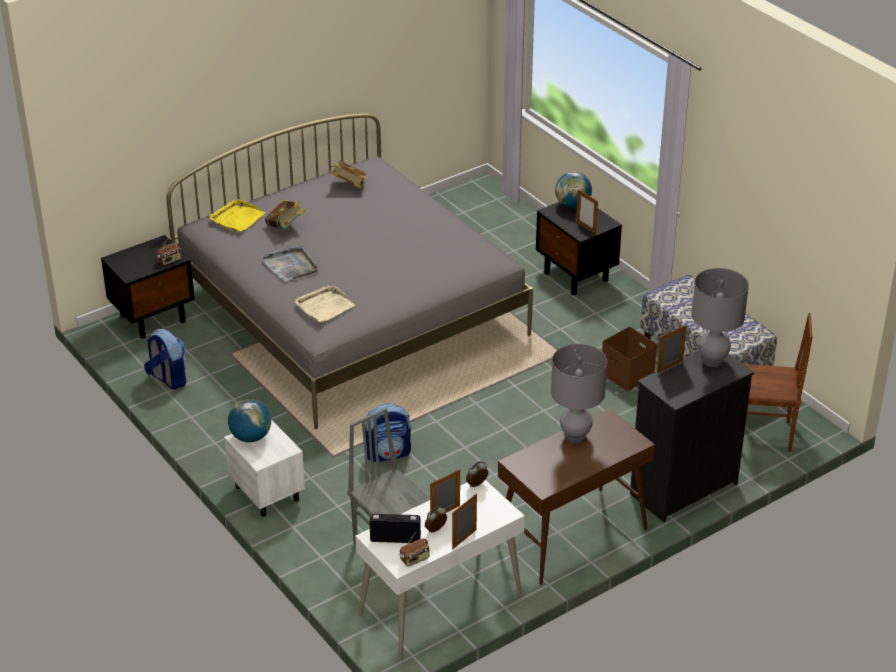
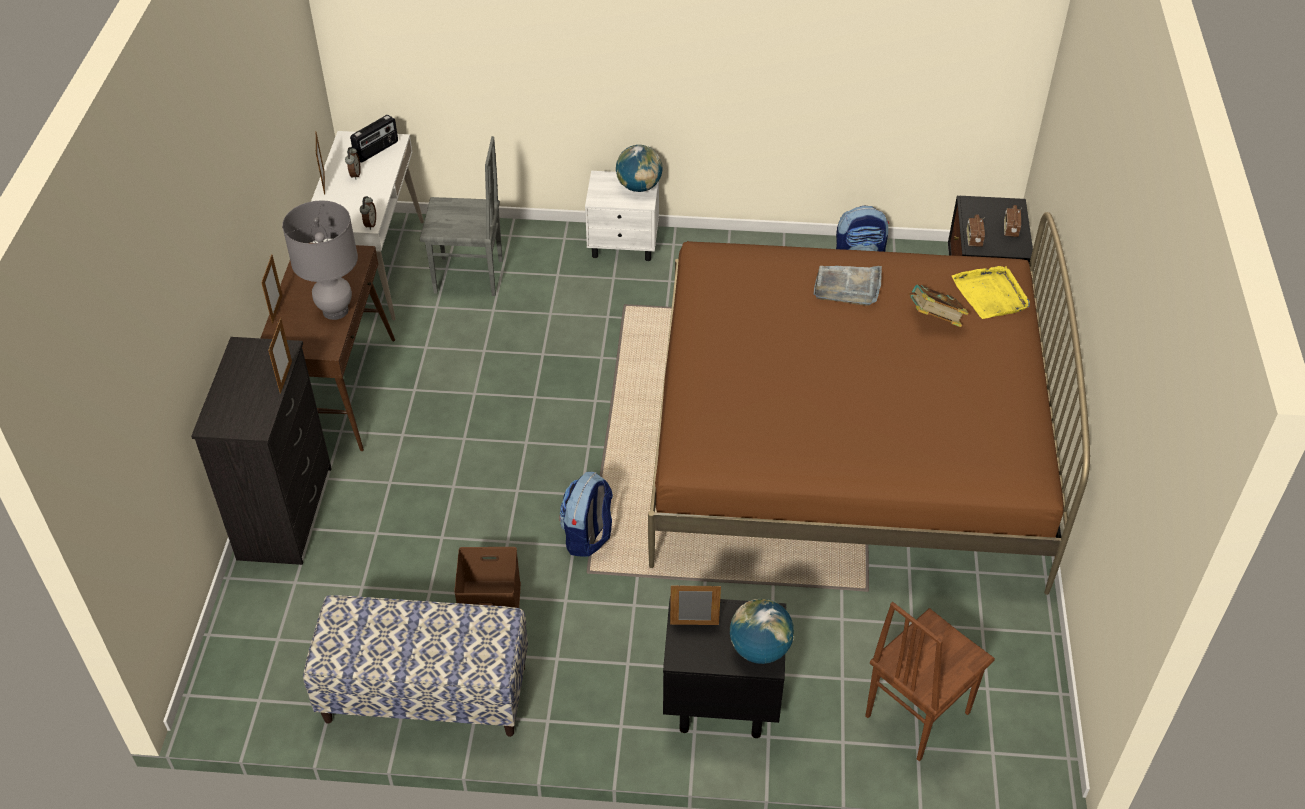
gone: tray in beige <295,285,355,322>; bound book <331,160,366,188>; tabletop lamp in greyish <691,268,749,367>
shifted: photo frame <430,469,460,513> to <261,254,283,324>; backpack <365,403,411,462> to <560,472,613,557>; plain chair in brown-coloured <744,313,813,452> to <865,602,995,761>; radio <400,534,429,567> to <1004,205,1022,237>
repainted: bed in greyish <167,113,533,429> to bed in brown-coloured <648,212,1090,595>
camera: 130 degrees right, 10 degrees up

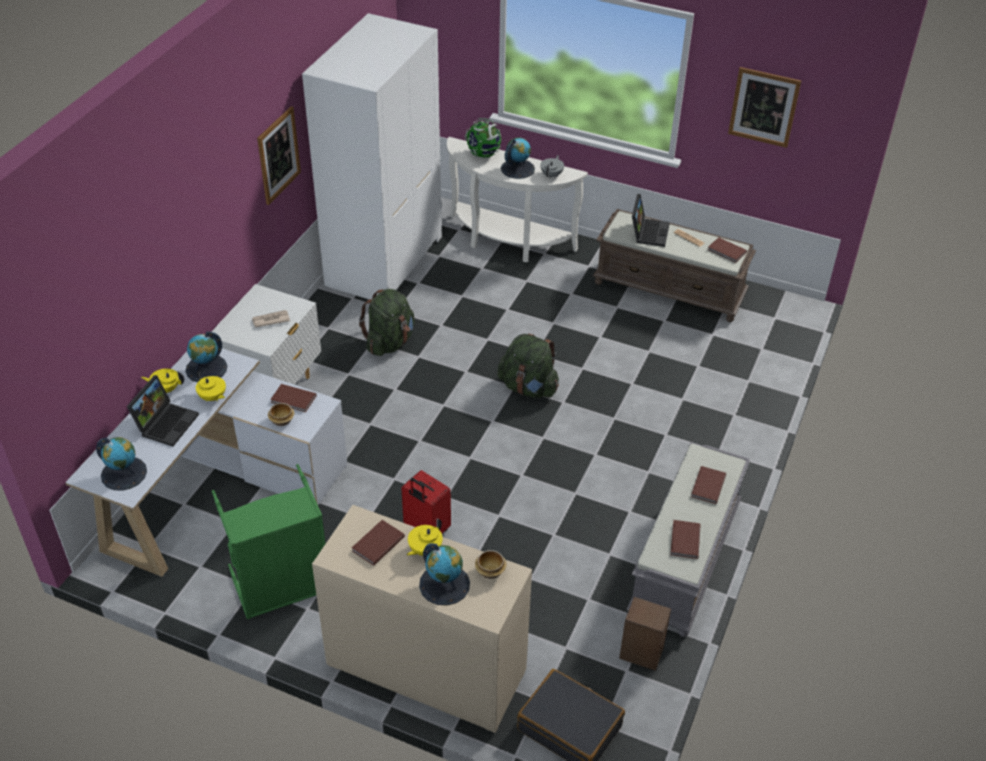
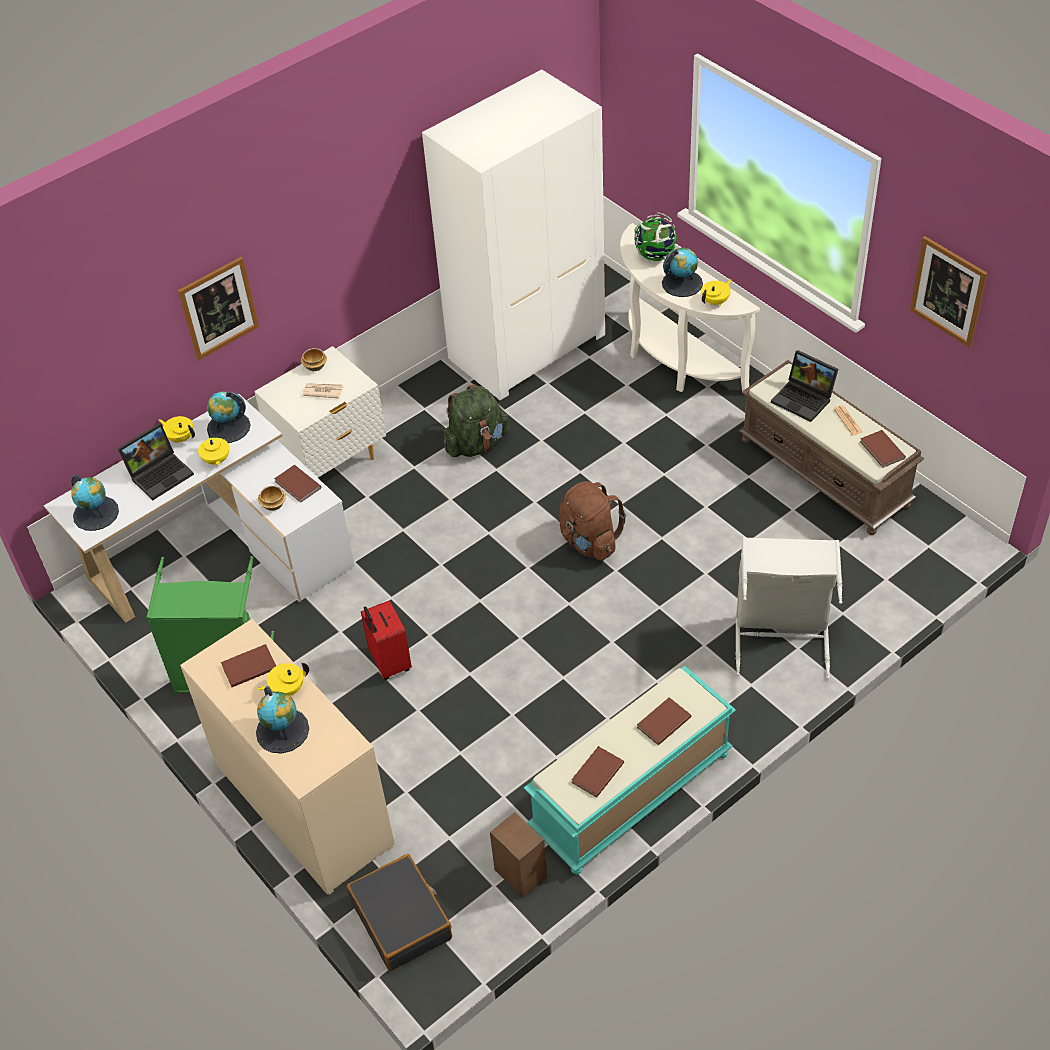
new: laundry basket in greyish <735,537,842,679>
shifted: wall art <257,106,301,205> to <178,257,259,361>; deep dish <475,550,506,579> to <301,348,327,371>
repainted: indoor bench in greyish <627,442,750,637> to indoor bench in turquoise-coloured <524,666,736,875>; backpack in green <498,333,559,398> to backpack in brown-coloured <559,481,626,561>; teapot in greyish <540,155,564,178> to teapot in yellow-coloured <701,279,732,305>
rotated: notebook computer <632,194,670,247> = <771,350,838,422> 90 degrees clockwise
camera: 30 degrees right, 5 degrees up

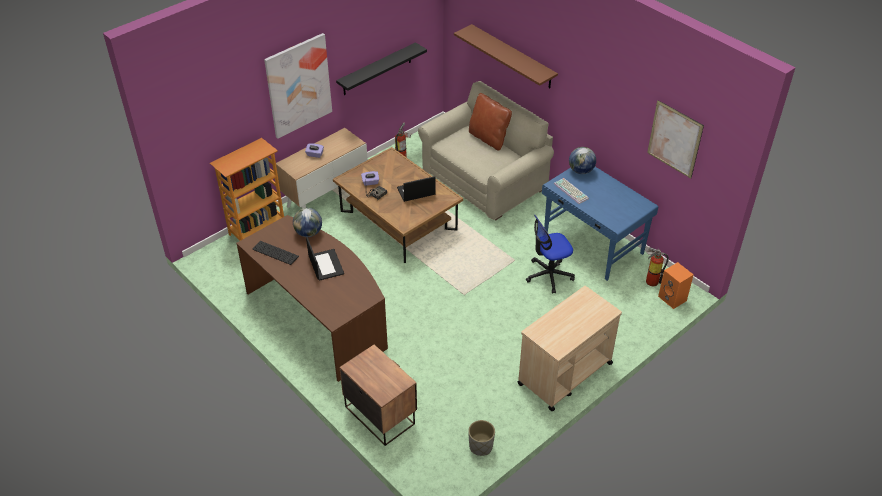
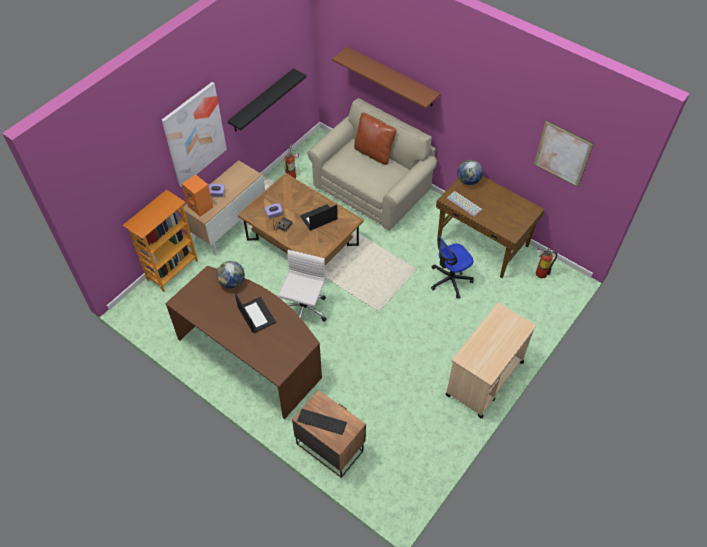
gone: flower pot in greyish <468,420,495,456>
new: desk chair in white-coloured <278,250,327,322>
shifted: loudspeaker in orange-coloured <658,262,694,309> to <182,174,213,217>; PC keyboard <253,241,299,265> to <297,409,347,435>
repainted: desk table in blue-coloured <542,167,658,281> to desk table in brown-coloured <436,176,545,278>
camera: 10 degrees left, 10 degrees up

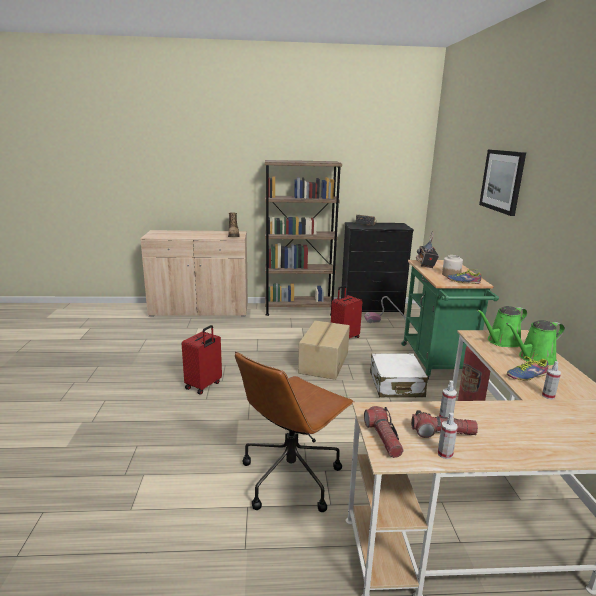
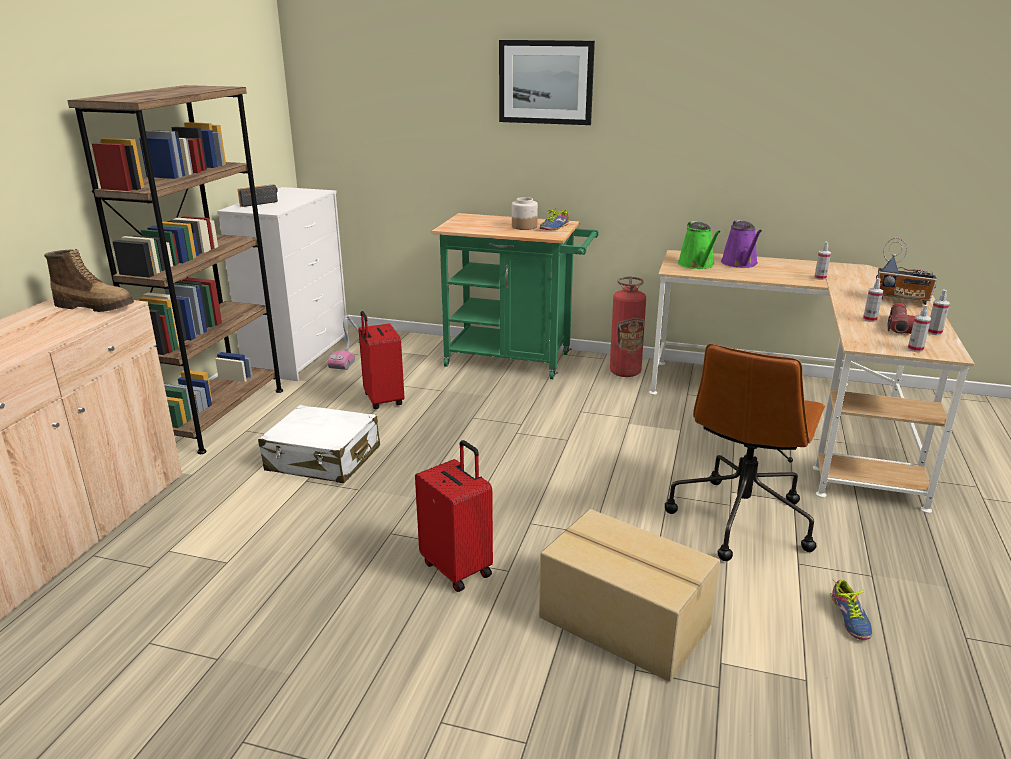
shifted: travel case in white-coloured <370,353,428,397> to <258,405,380,483>; packing box <298,320,350,380> to <539,509,720,682>; low shoe <507,354,549,381> to <830,580,872,640>; radio <416,231,439,268> to <876,238,937,305>
swapped: flashlight <364,406,404,458> to sprayer <908,305,931,352>
repainted: dresser in blackish <341,222,414,316> to dresser in white-coloured <217,187,349,381>; watering can in green <506,320,565,365> to watering can in purple-coloured <721,220,762,268>
rotated: desk chair in brown-coloured <235,352,354,512> = <665,344,825,561> 60 degrees clockwise
camera: 70 degrees left, 5 degrees up

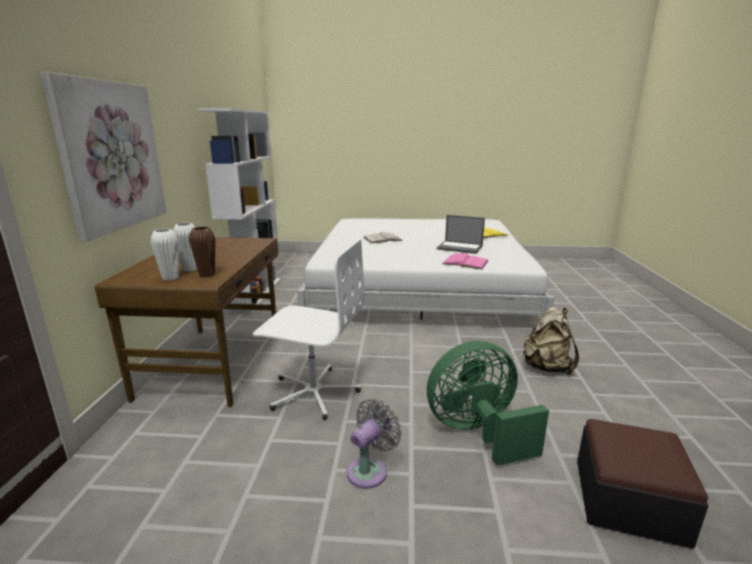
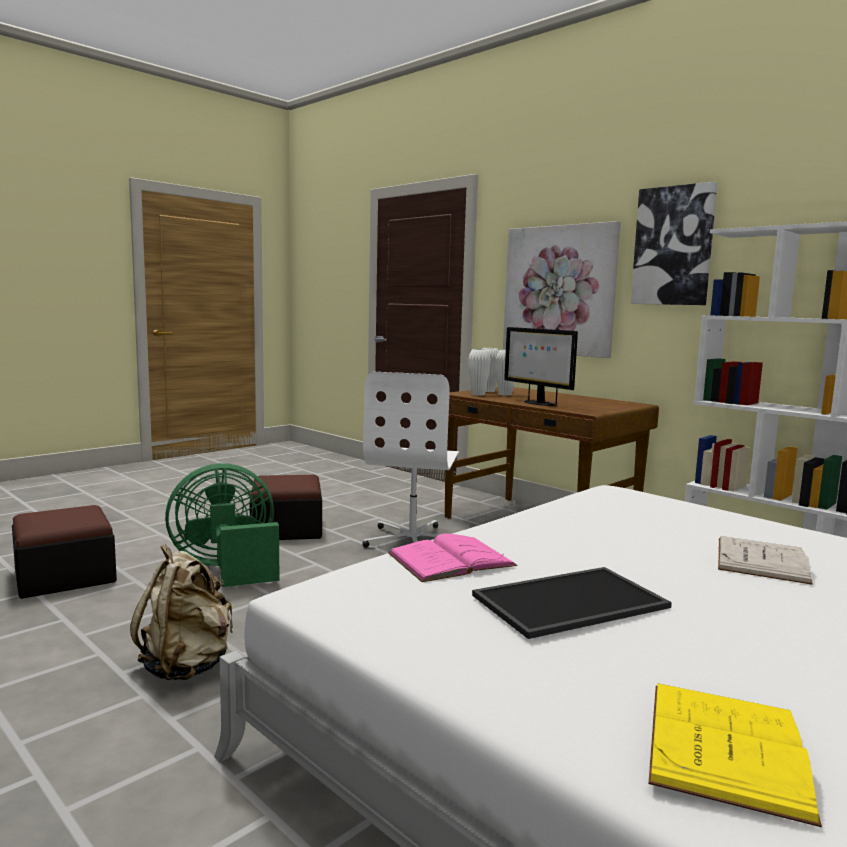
new: monitor <504,327,578,406>; wall art <630,181,717,305>
swapped: fan in greyish <347,399,402,489> to pouffe <250,475,322,540>; notebook computer <437,215,485,254> to tray <472,567,672,639>
repainted: vase in brown-coloured <189,227,215,277> to vase in white-coloured <468,349,491,396>
rotated: fan in green <427,341,549,465> = <165,463,280,587> 135 degrees counterclockwise; desk chair in white-coloured <253,239,365,420> = <363,371,459,548> 45 degrees counterclockwise
camera: 130 degrees right, 10 degrees down

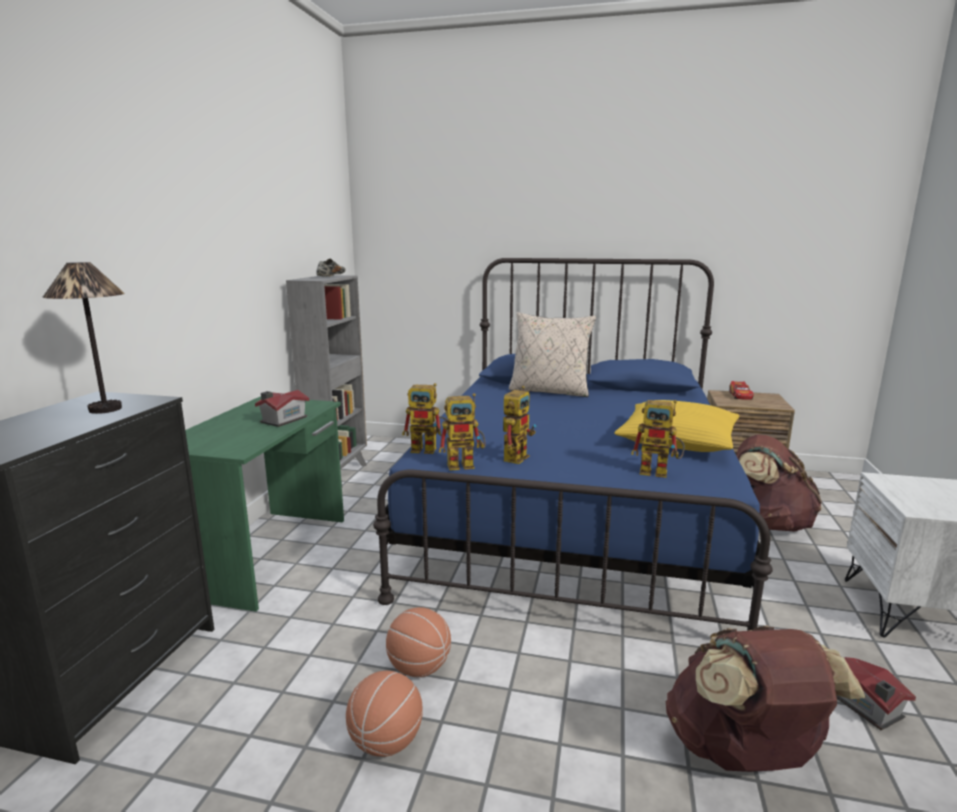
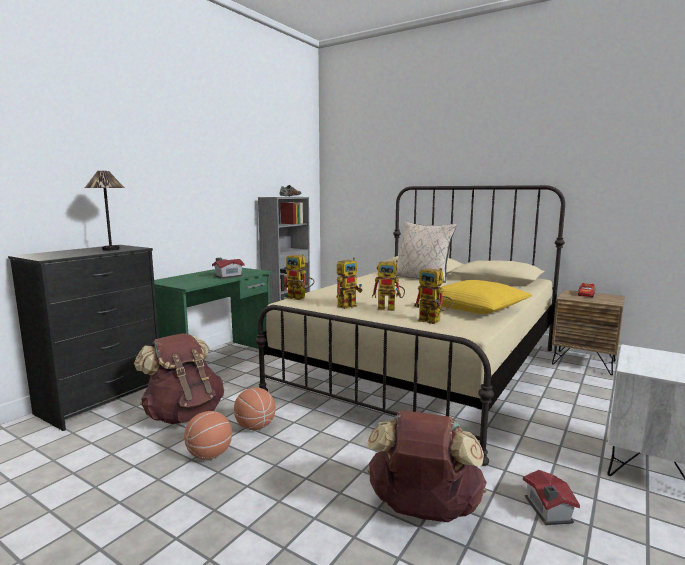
shifted: backpack in brown-coloured <737,434,822,532> to <134,333,224,424>; model robot <439,393,486,470> to <372,260,405,311>
repainted: bed in blue-coloured <373,258,773,631> to bed in beige <255,185,565,466>
camera: 20 degrees right, 5 degrees down

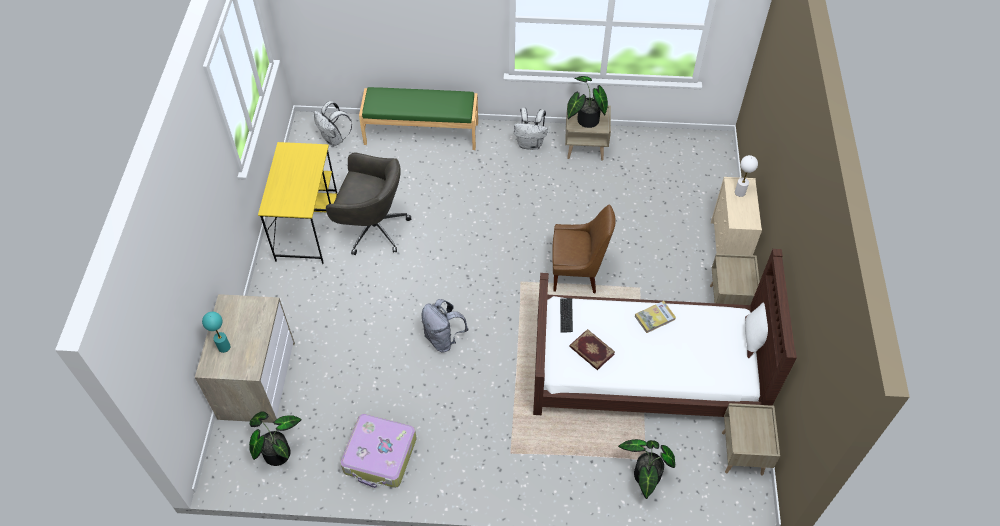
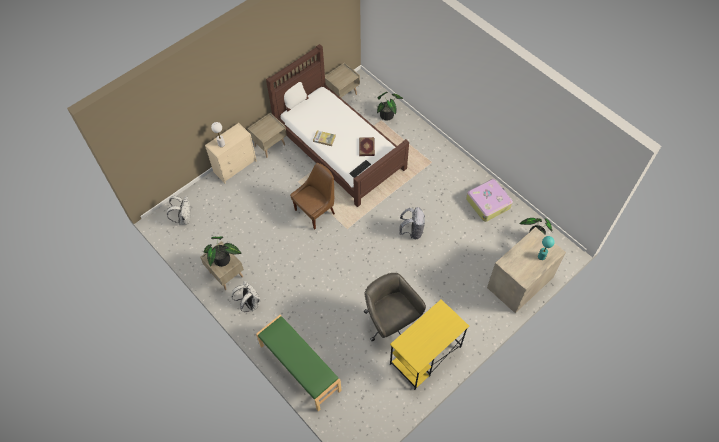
shifted: backpack in white-coloured <314,101,352,147> to <167,196,191,225>
rotated: plain chair in brown-coloured <552,205,616,293> = <290,163,335,230> 90 degrees clockwise
camera: 135 degrees left, 5 degrees up

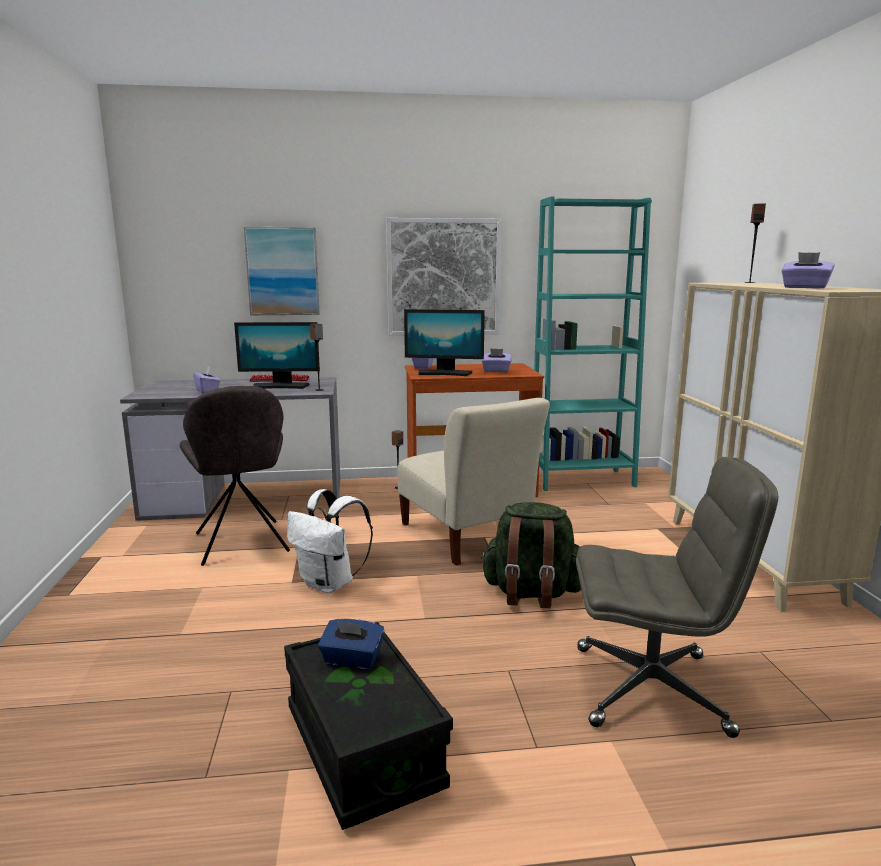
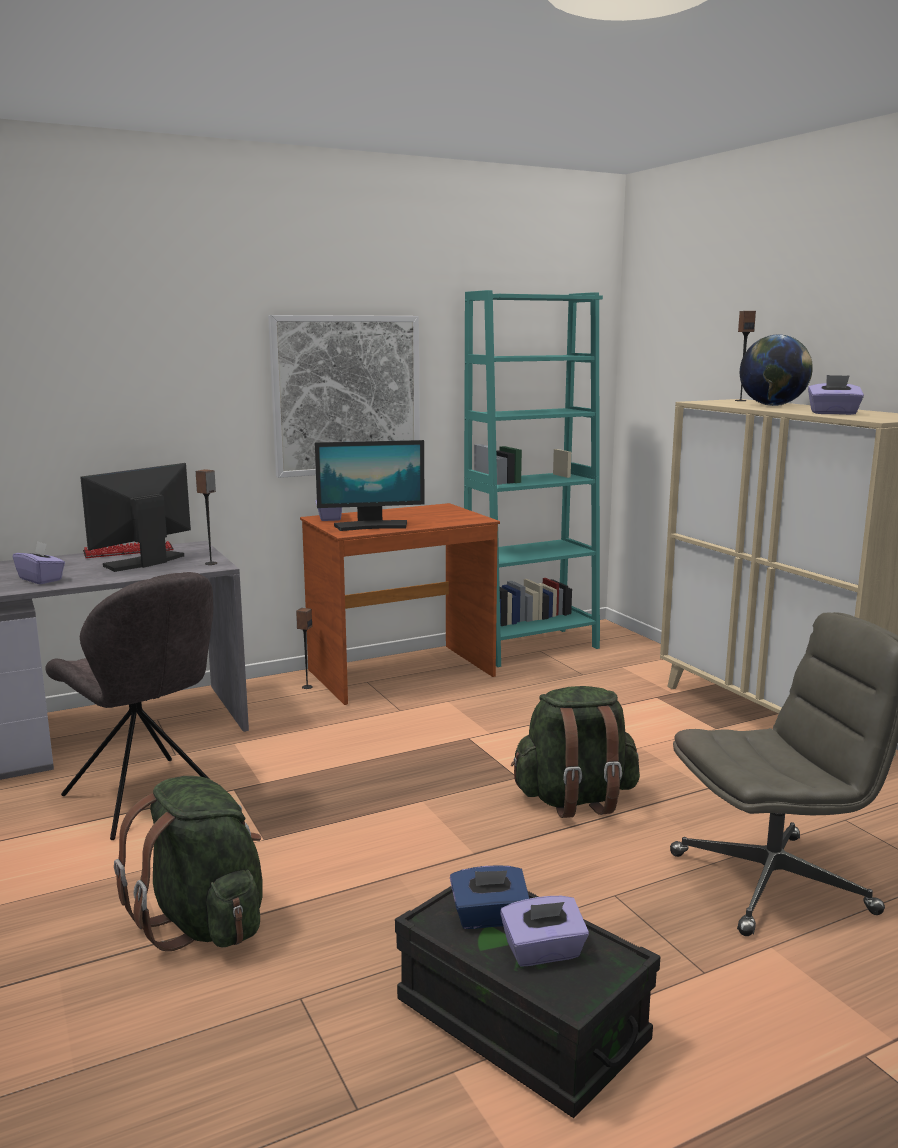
gone: wall art <244,227,320,315>; backpack in white-coloured <287,489,373,594>; plain chair in beige <398,398,550,565>
new: backpack in green <114,776,263,951>; globe <740,334,813,406>
shifted: box of tissues in purple-coloured <482,348,512,372> to <500,896,589,967>
rotated: monitor <234,322,320,389> = <80,463,191,572> 150 degrees clockwise
camera: 20 degrees left, 0 degrees up

